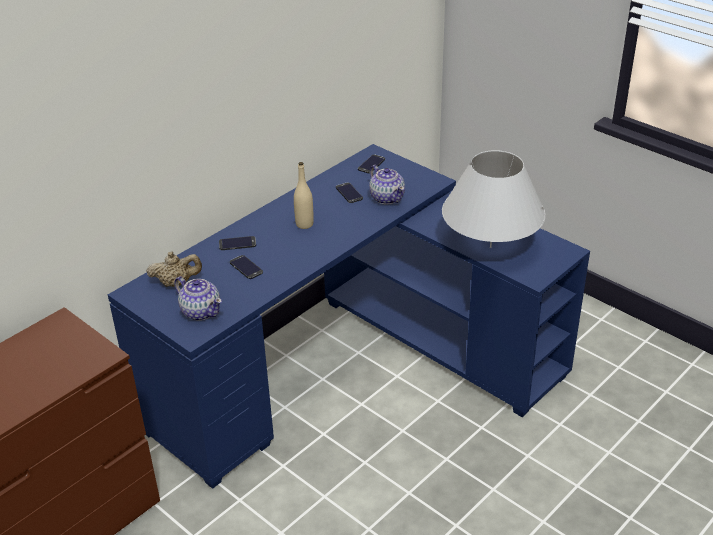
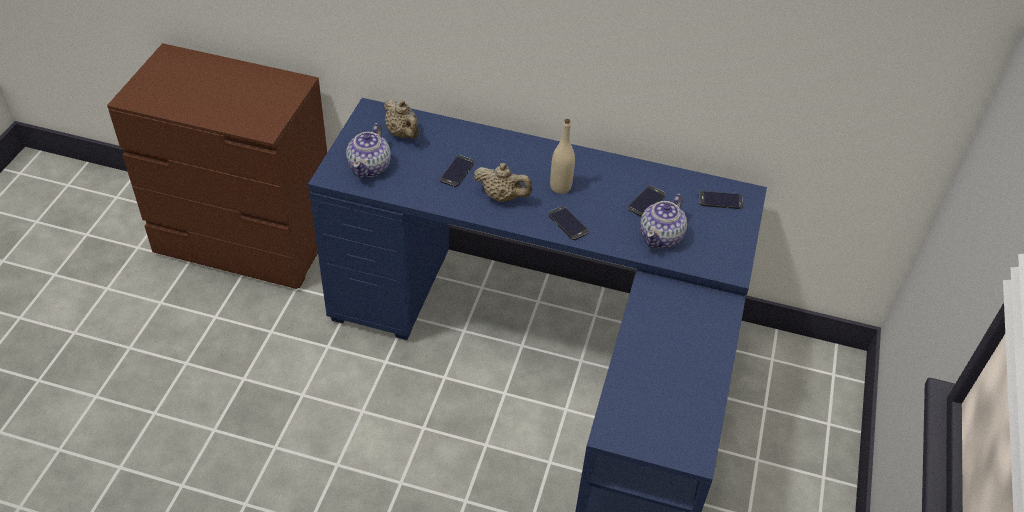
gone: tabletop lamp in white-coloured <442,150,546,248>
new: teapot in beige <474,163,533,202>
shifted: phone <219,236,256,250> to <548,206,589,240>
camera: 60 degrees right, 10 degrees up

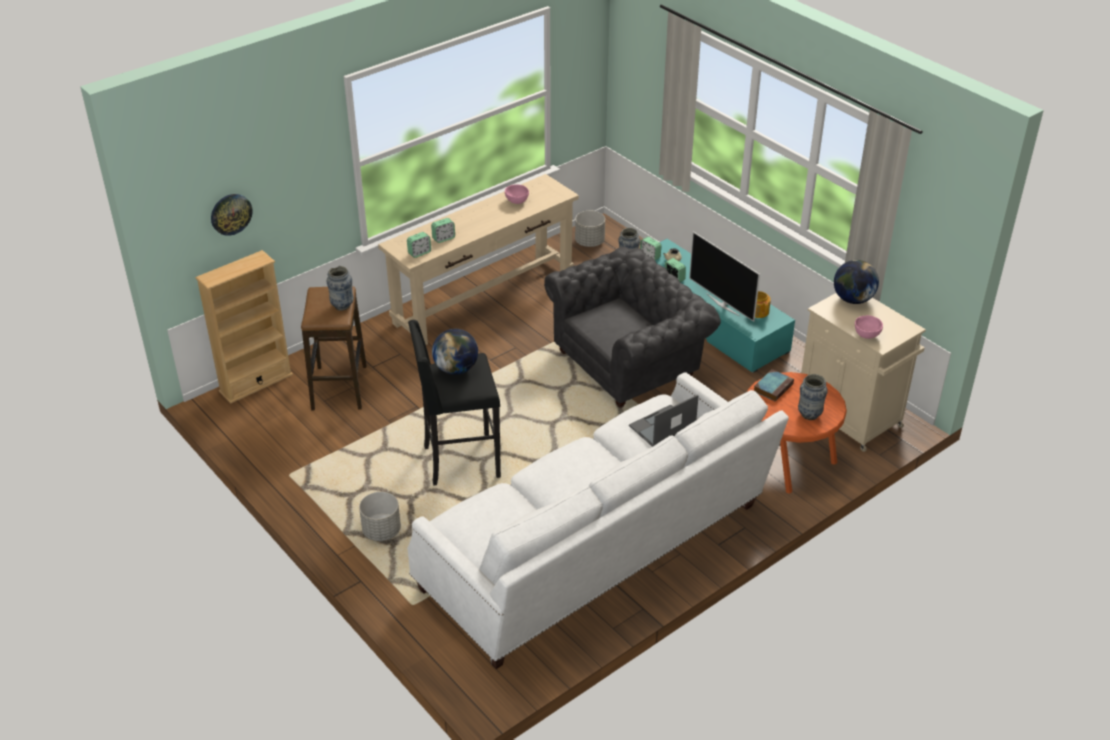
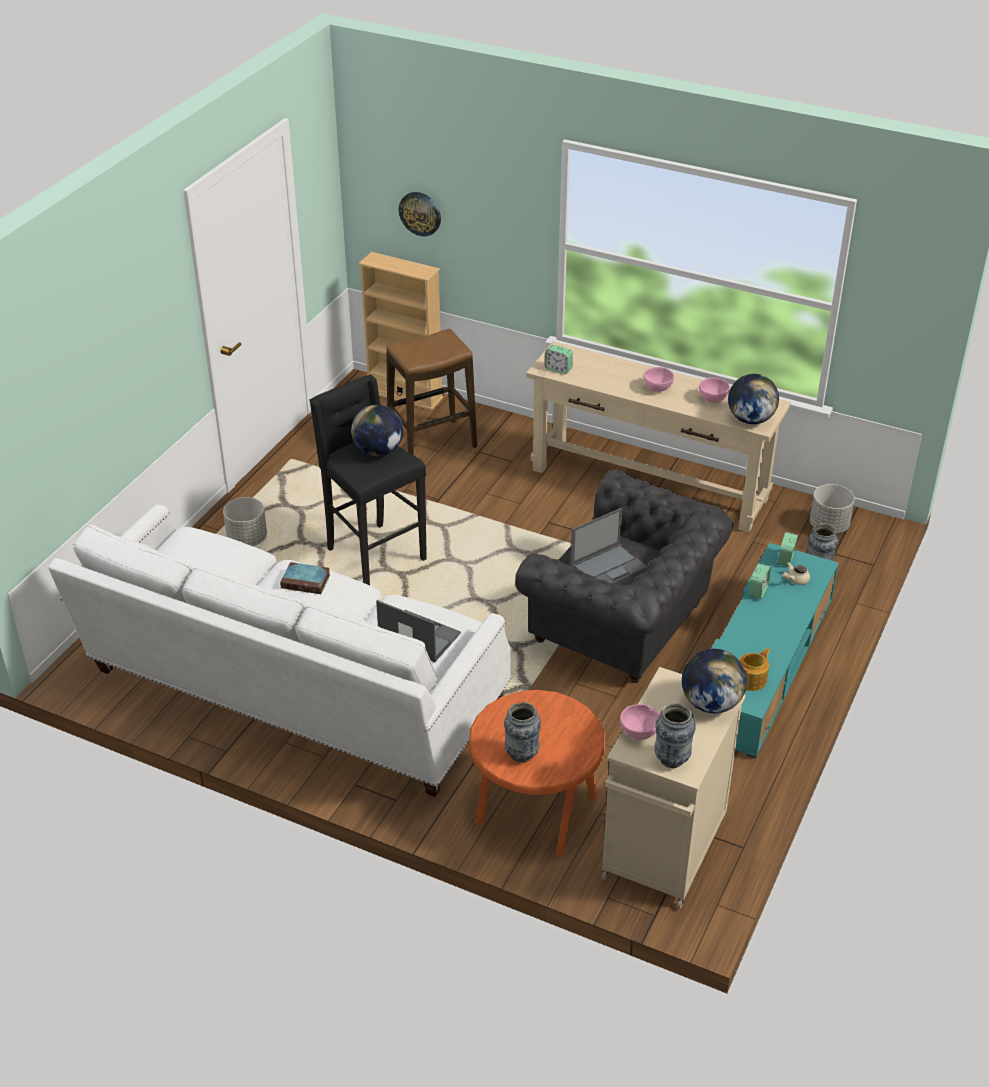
gone: bedside clock <431,218,455,243>; television <689,231,760,322>
new: notebook computer <570,508,647,584>; deep dish in pinkish <643,367,674,392>; globe <728,374,779,424>
shifted: bound book <754,369,794,402> to <280,562,330,594>; vase <327,266,354,311> to <655,703,696,768>
camera: 65 degrees right, 0 degrees up

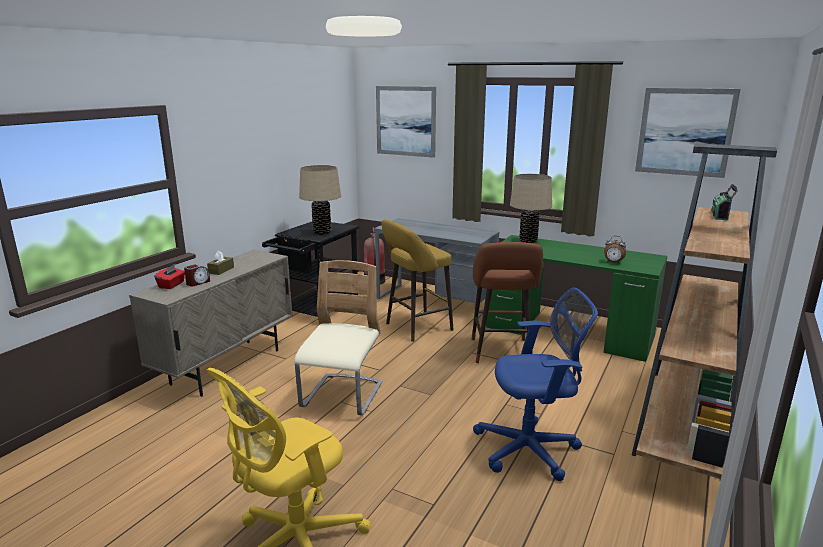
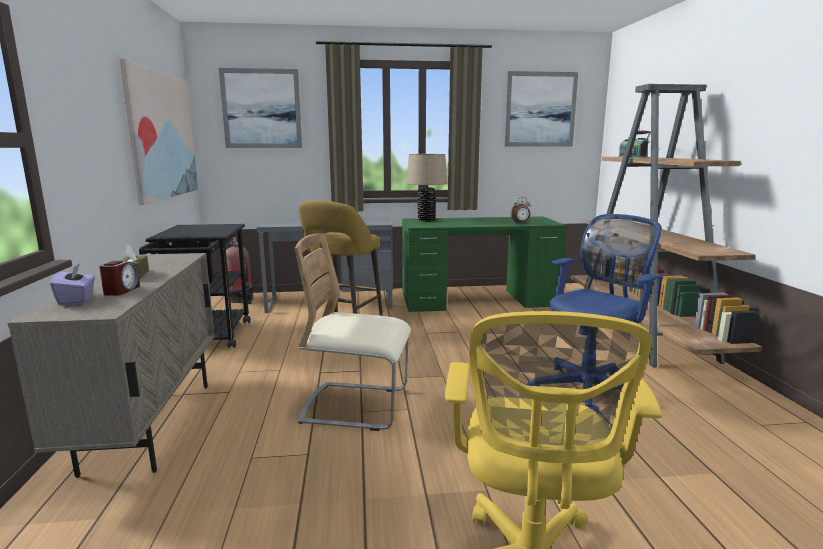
gone: tabletop lamp in beige <299,165,341,235>; sitting stool in brown-coloured <472,242,543,363>
new: wall art <119,58,198,205>
repainted: box of tissues in reddish <154,264,185,289> to box of tissues in purple-coloured <50,263,95,306>
rotated: plain chair in beige <294,260,383,416> = <295,233,411,431> 60 degrees counterclockwise
camera: 35 degrees left, 5 degrees down

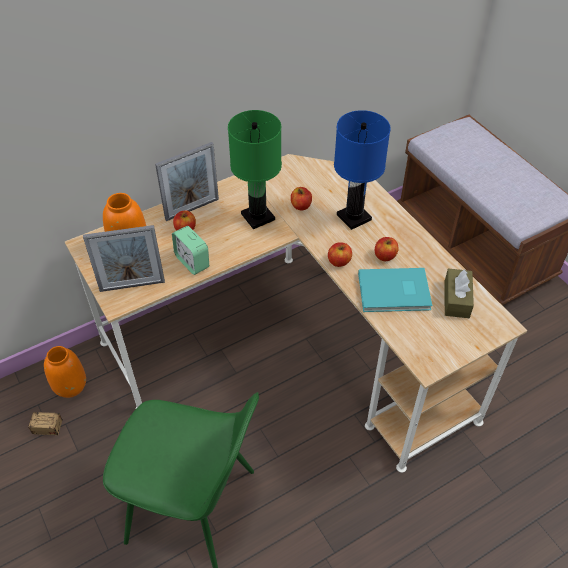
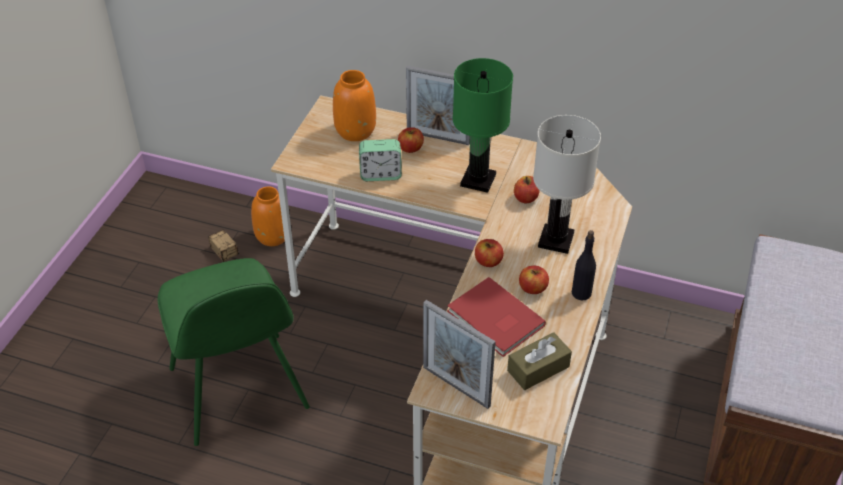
new: beverage bottle in blackish <572,230,596,301>
shifted: photo frame <83,225,165,292> to <423,300,496,409>
repainted: bound book in turquoise-coloured <358,268,432,312> to bound book in reddish <447,277,546,357>; tabletop lamp in blue-coloured <334,110,391,230> to tabletop lamp in white-coloured <533,115,601,254>
rotated: bedside clock <172,226,209,275> = <359,139,402,181> 105 degrees counterclockwise
camera: 50 degrees right, 5 degrees down

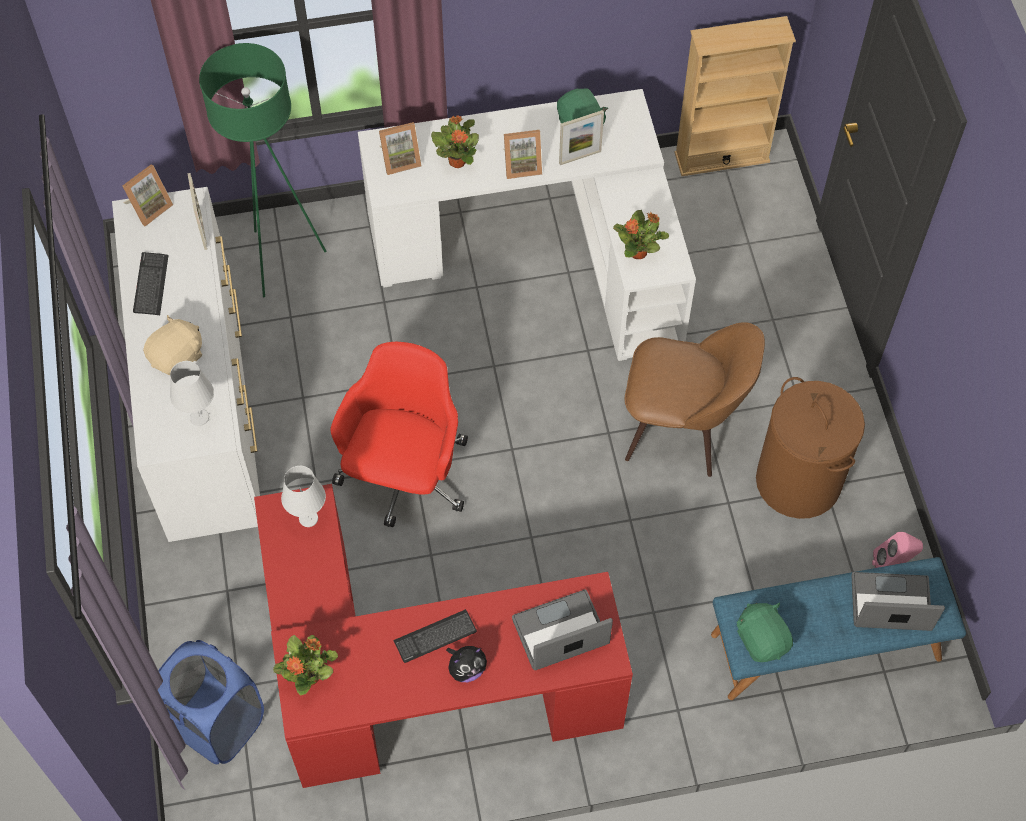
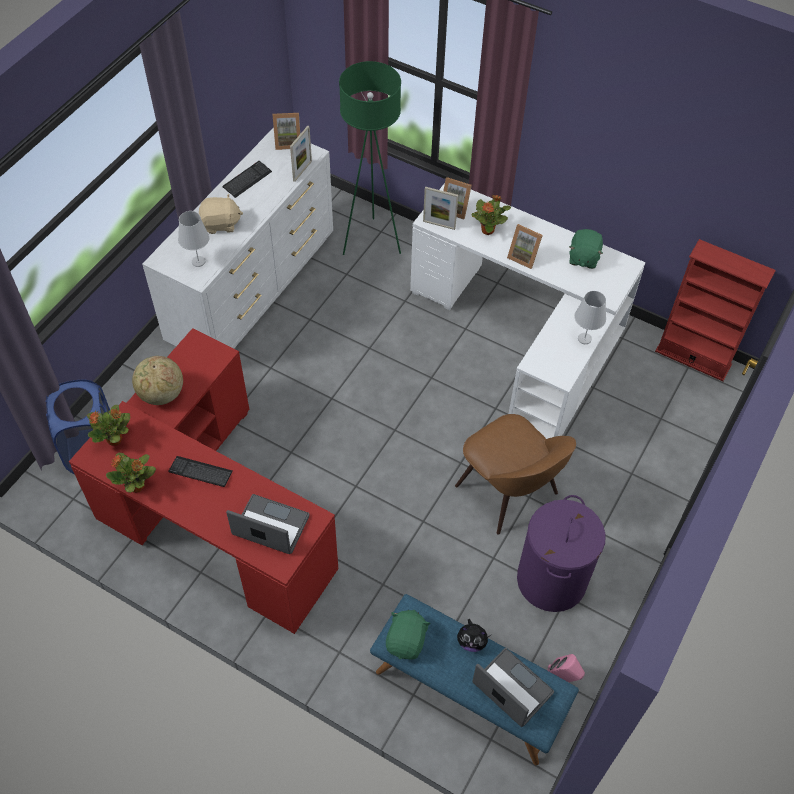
gone: desk chair in reddish <331,342,468,527>
new: globe <132,356,183,405>
shifted: potted plant <613,210,669,259> to <106,453,156,493>; photo frame <559,110,604,165> to <423,187,458,230>; soft toy <446,646,487,682> to <457,619,492,652>; tabletop lamp in white-coloured <281,466,326,527> to <574,291,606,344>
repainted: laundry basket in brown-coloured <756,377,865,519> to laundry basket in purple-coloured <517,495,606,612>; bookshelf in beige <674,16,796,176> to bookshelf in reddish <655,239,776,381>
camera: 40 degrees right, 5 degrees down

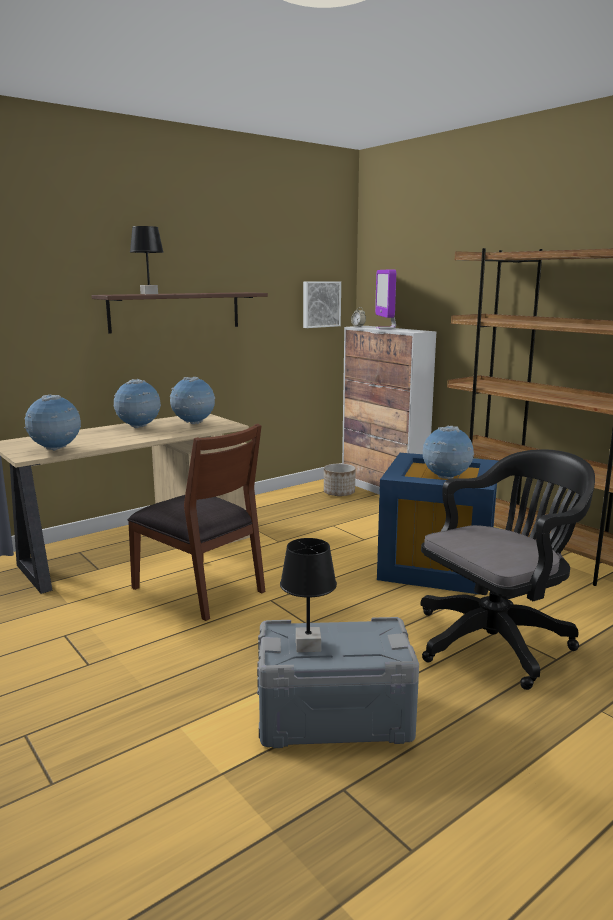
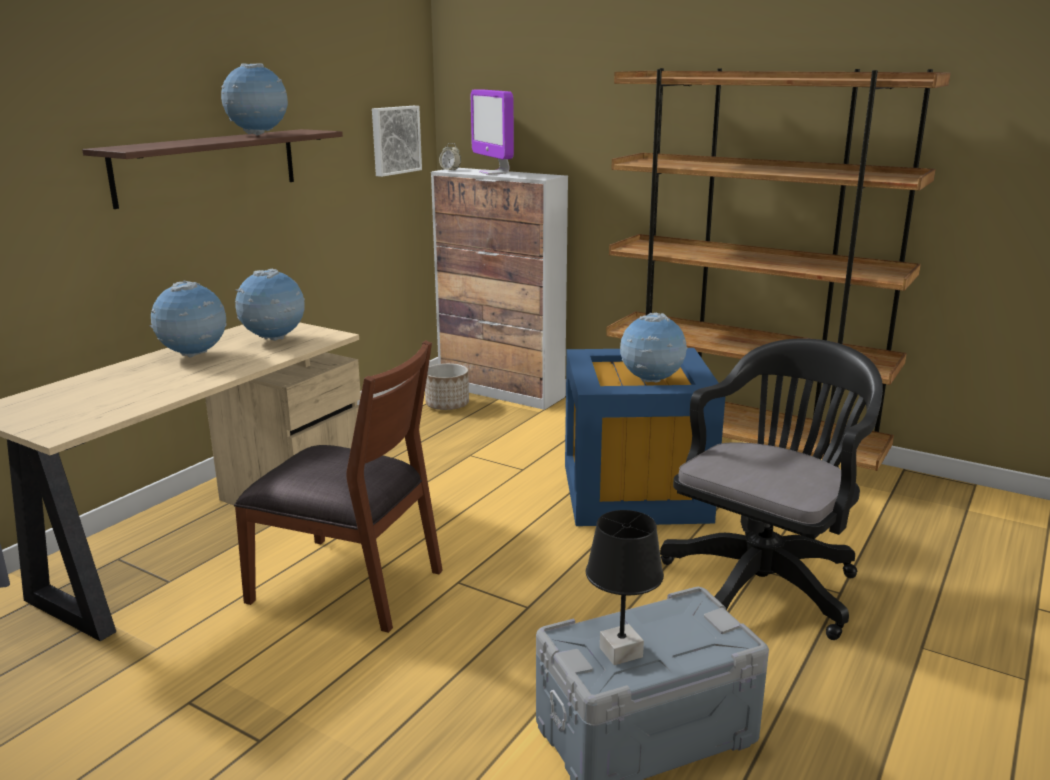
gone: tabletop lamp in blackish <130,226,164,294>
shifted: globe <24,394,81,451> to <221,63,288,136>
camera: 20 degrees left, 5 degrees up

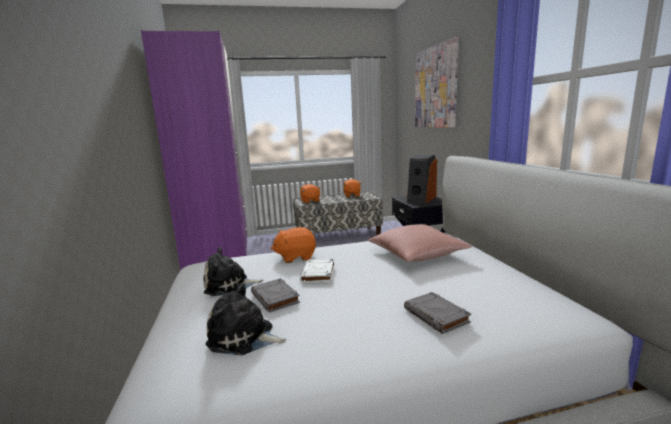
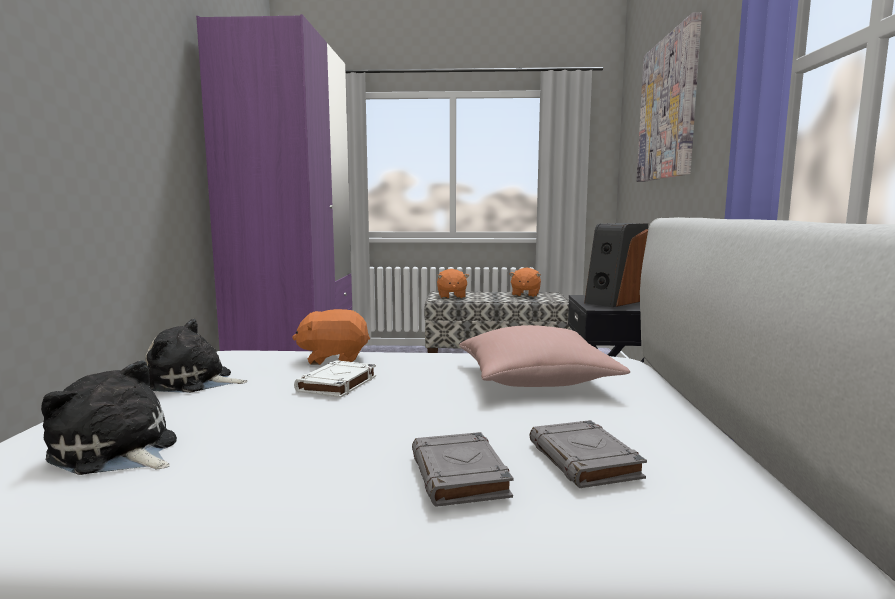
shifted: bound book in greyish <251,278,300,313> to <529,420,647,488>
camera: 15 degrees right, 5 degrees down

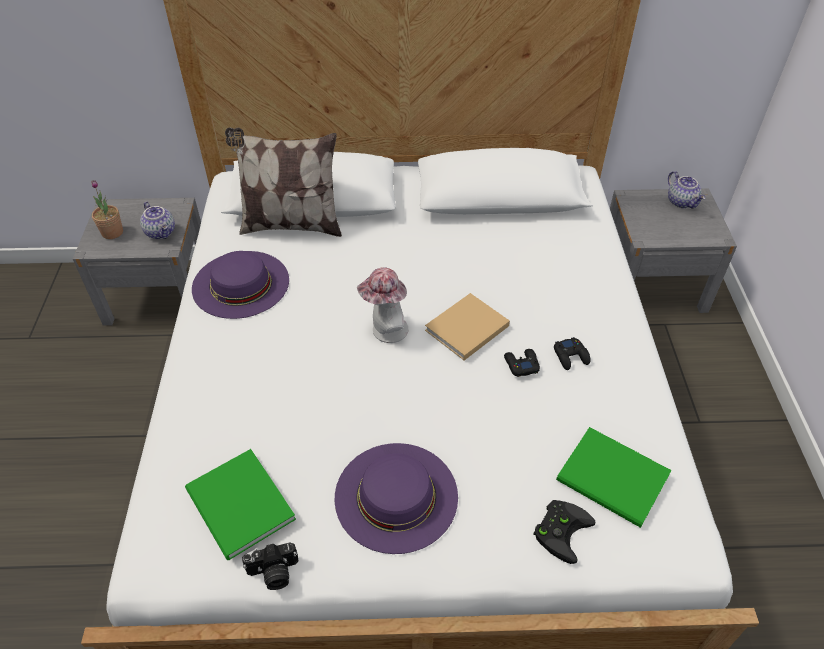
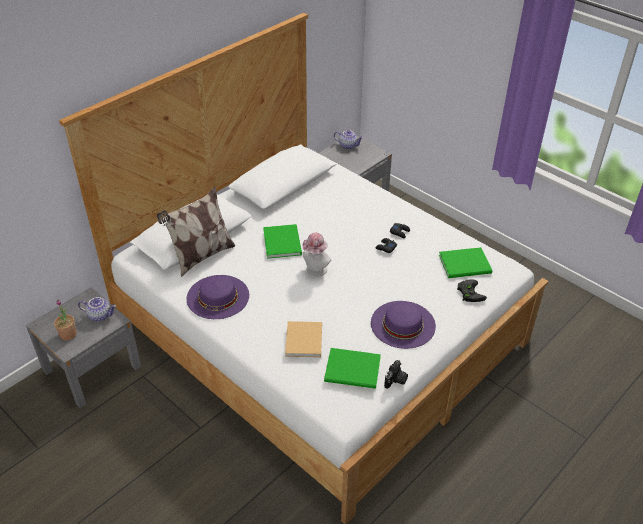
new: bound book in green <263,224,302,259>
shifted: bound book in beige <425,293,510,360> to <285,321,322,358>
camera: 45 degrees left, 5 degrees down

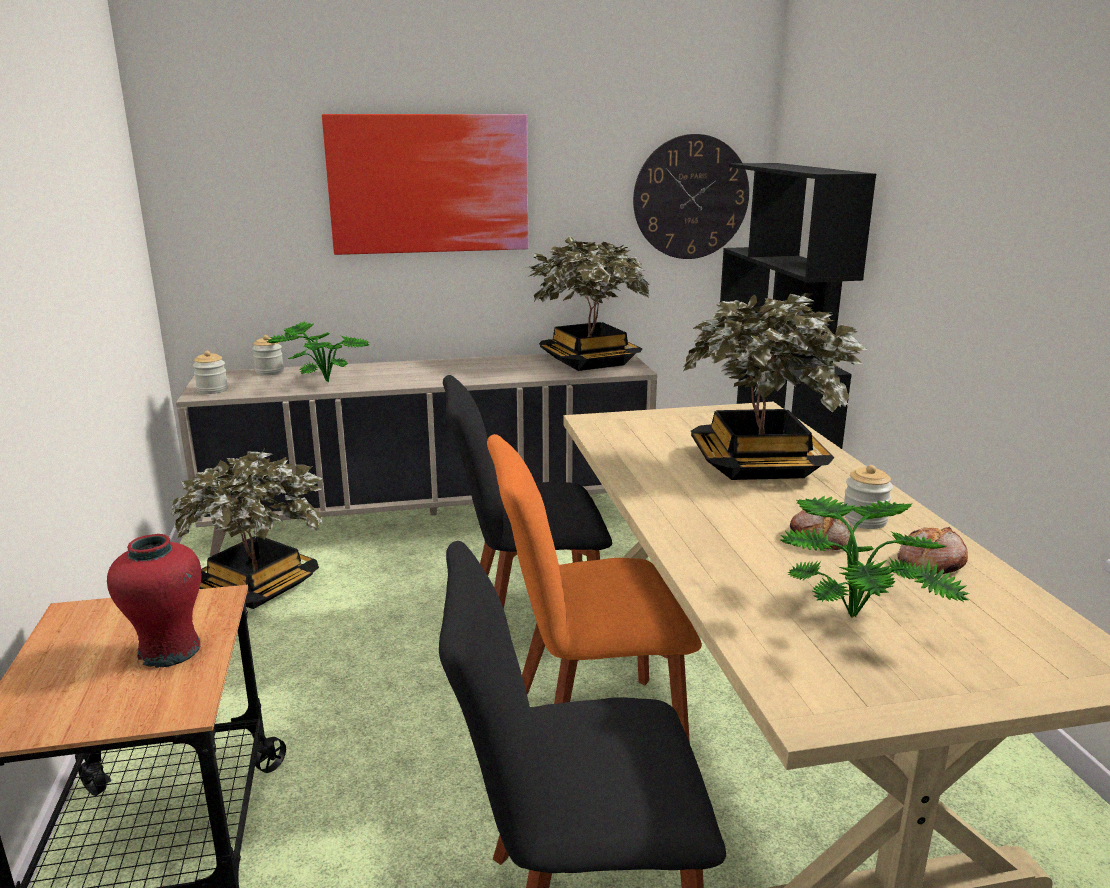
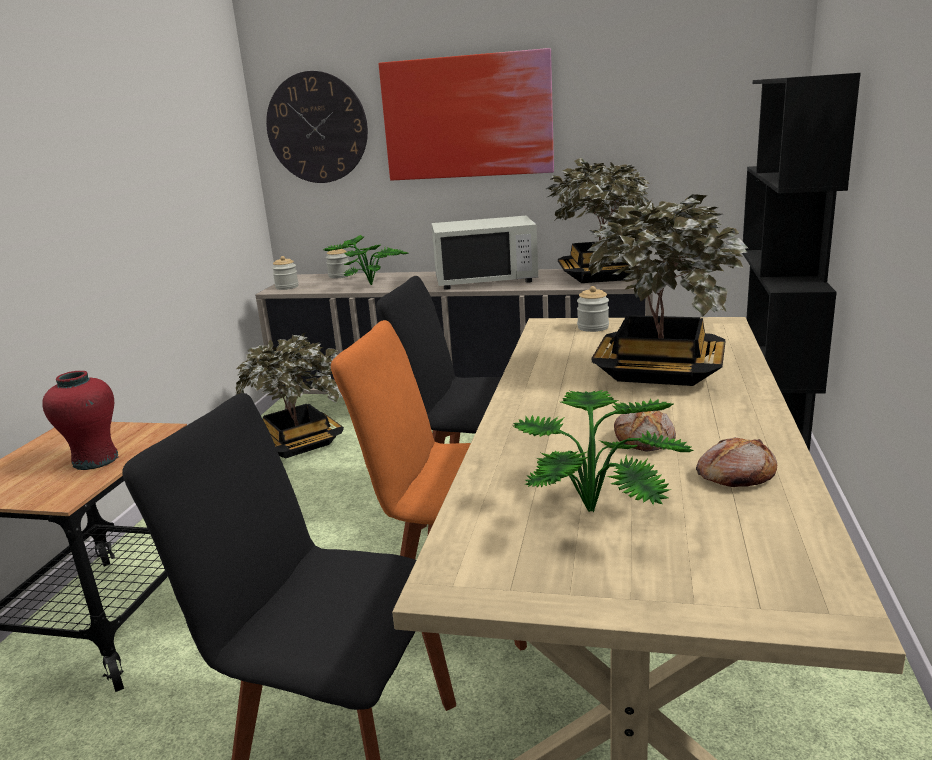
new: microwave oven in white-coloured <432,216,538,290>
shifted: clock on the wall <633,134,749,259> to <266,71,368,183>; jar <844,465,893,529> to <577,286,609,332>
camera: 25 degrees right, 0 degrees up

